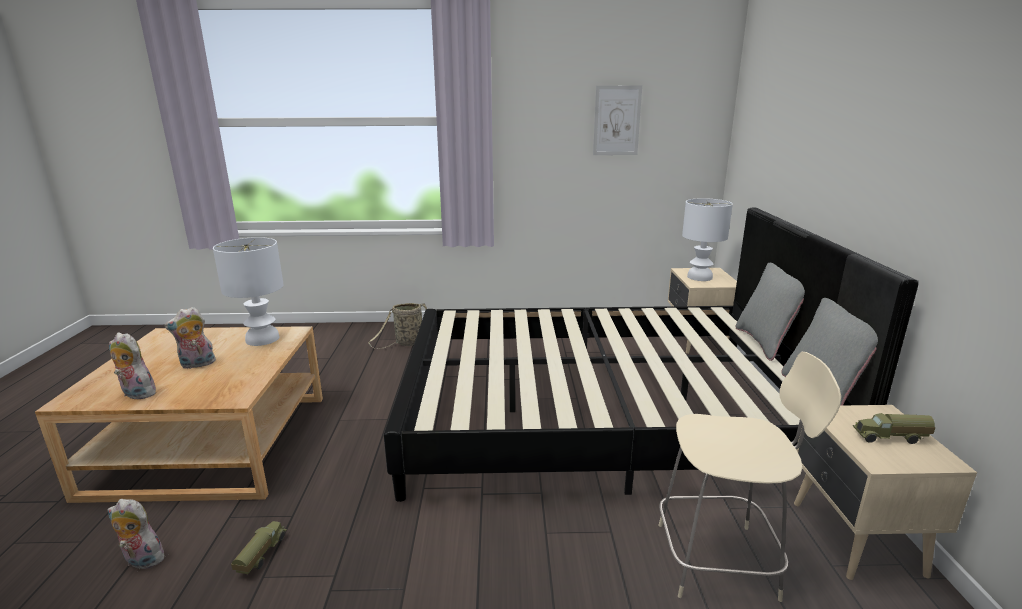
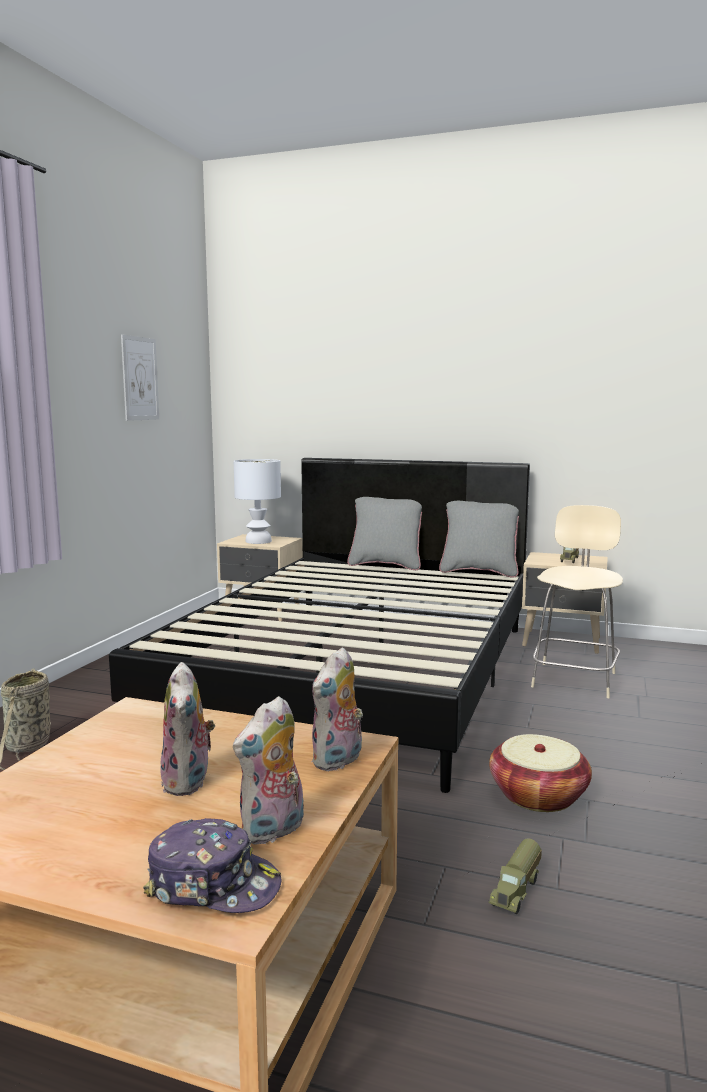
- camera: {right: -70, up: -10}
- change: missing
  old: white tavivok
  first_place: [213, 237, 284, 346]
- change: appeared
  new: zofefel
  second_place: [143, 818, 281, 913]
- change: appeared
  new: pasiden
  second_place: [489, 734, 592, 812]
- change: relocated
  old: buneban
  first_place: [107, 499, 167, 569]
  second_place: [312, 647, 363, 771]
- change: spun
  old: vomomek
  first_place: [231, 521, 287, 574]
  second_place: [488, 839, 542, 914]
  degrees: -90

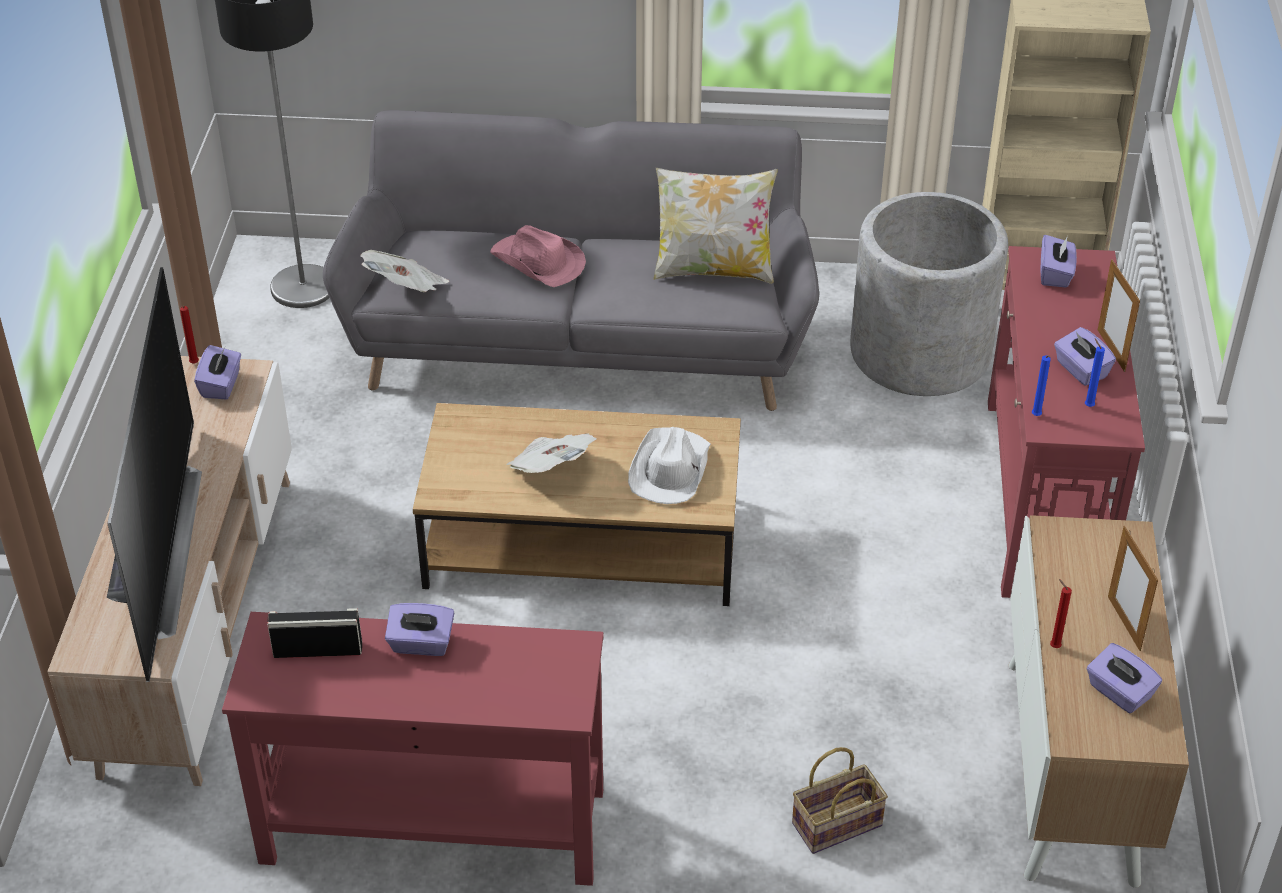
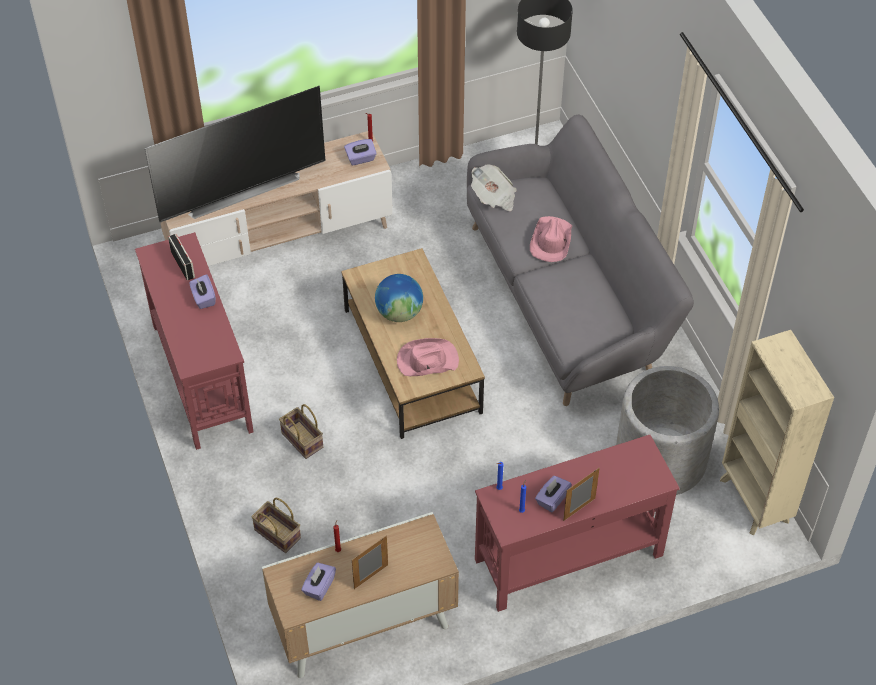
- camera: {right: 65, up: 10}
- change: missing
  old: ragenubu
  first_place: [653, 168, 778, 284]
- change: missing
  old: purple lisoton
  first_place: [1041, 235, 1077, 288]
- change: appeared
  new: pasiden
  second_place: [279, 404, 323, 459]
- change: exchanged
  old: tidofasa
  new: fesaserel
  first_place: [506, 433, 597, 473]
  second_place: [375, 274, 423, 322]
- change: colour
  old: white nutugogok
  new: pink nutugogok
  first_place: [628, 427, 711, 504]
  second_place: [397, 338, 459, 376]

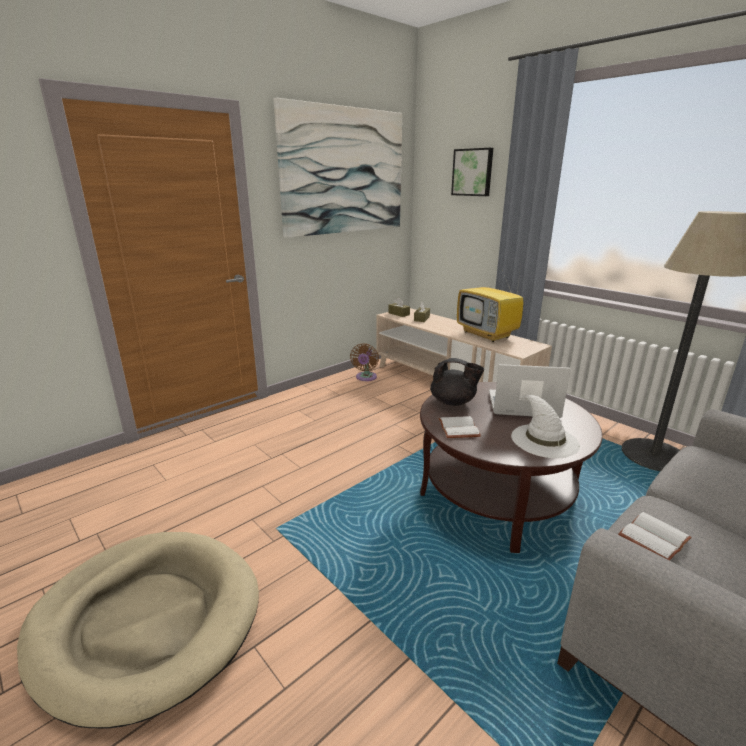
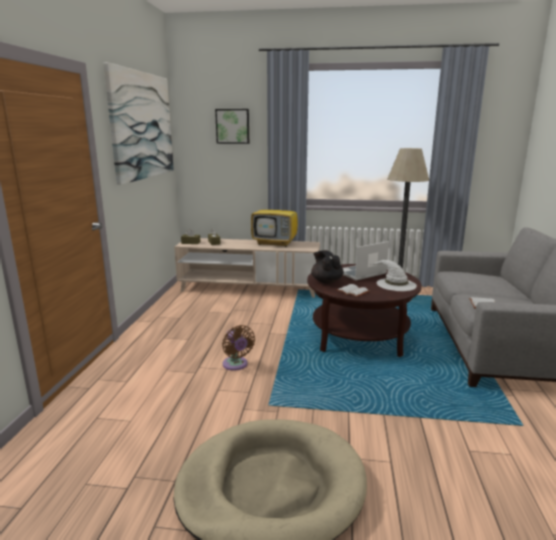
- camera: {right: -40, up: -5}
- change: relocated
  old: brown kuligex
  first_place: [350, 343, 379, 381]
  second_place: [222, 325, 255, 371]
- change: spun
  old: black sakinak
  first_place: [430, 358, 484, 406]
  second_place: [311, 250, 344, 284]
  degrees: -90

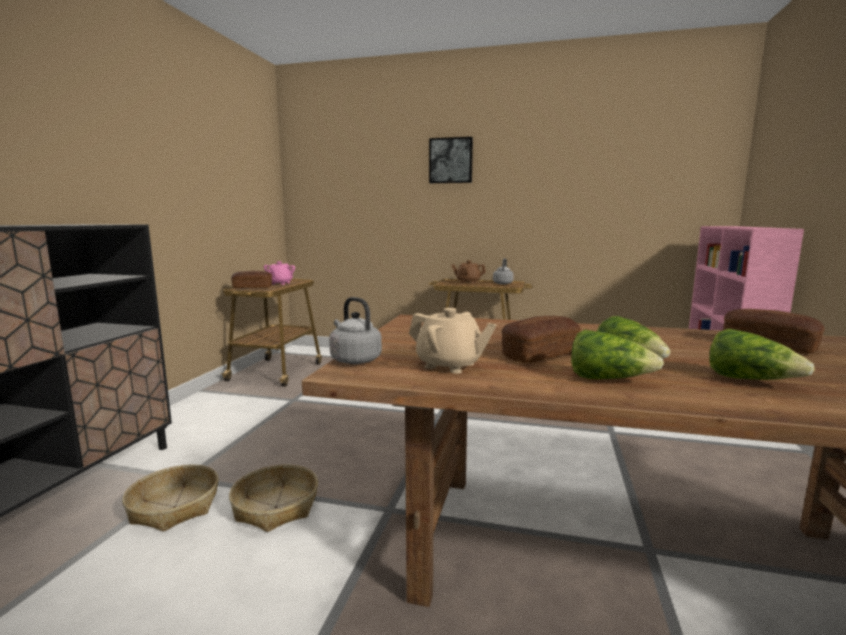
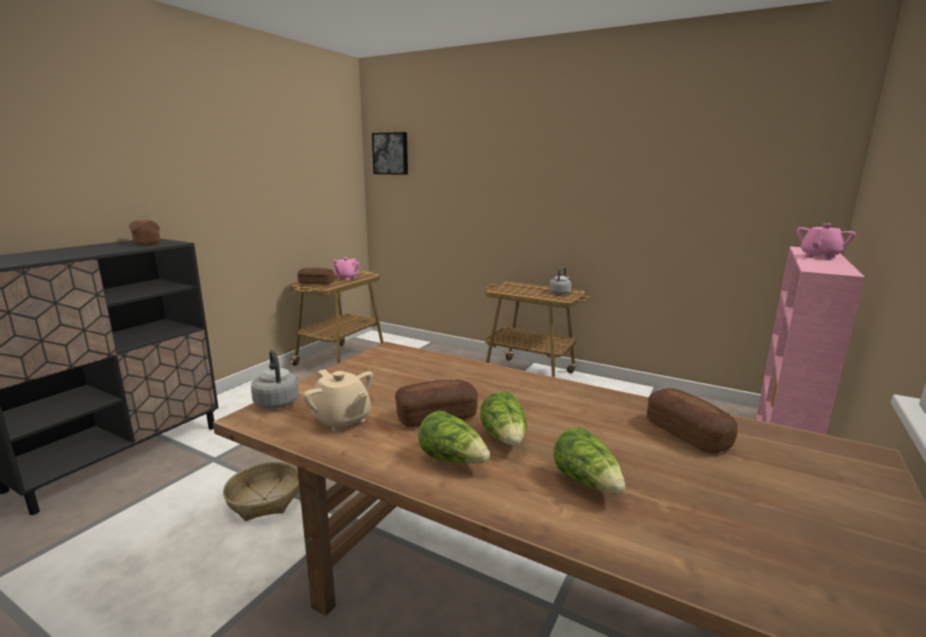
- camera: {right: 15, up: 5}
- change: missing
  old: pasiden
  first_place: [122, 465, 219, 532]
- change: missing
  old: brown sakinak
  first_place: [451, 260, 486, 284]
- change: appeared
  new: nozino
  second_place: [129, 220, 160, 245]
- change: appeared
  new: pink sakinak
  second_place: [797, 223, 856, 259]
- change: relocated
  old: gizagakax
  first_place: [429, 137, 473, 183]
  second_place: [372, 132, 408, 175]

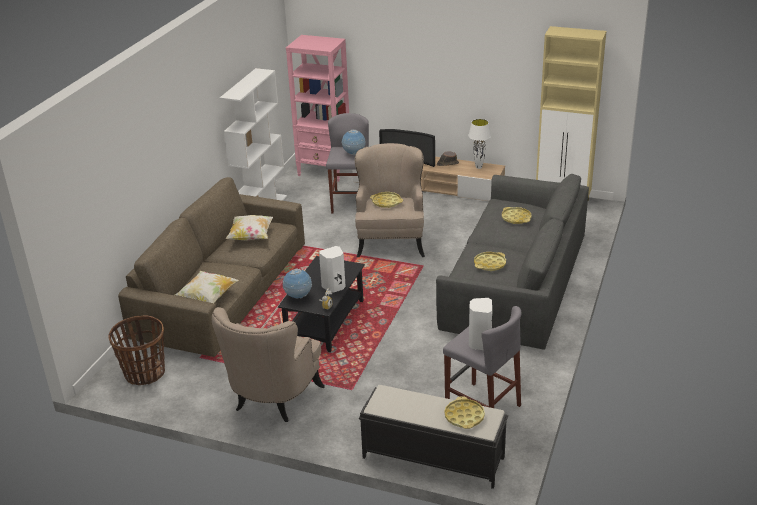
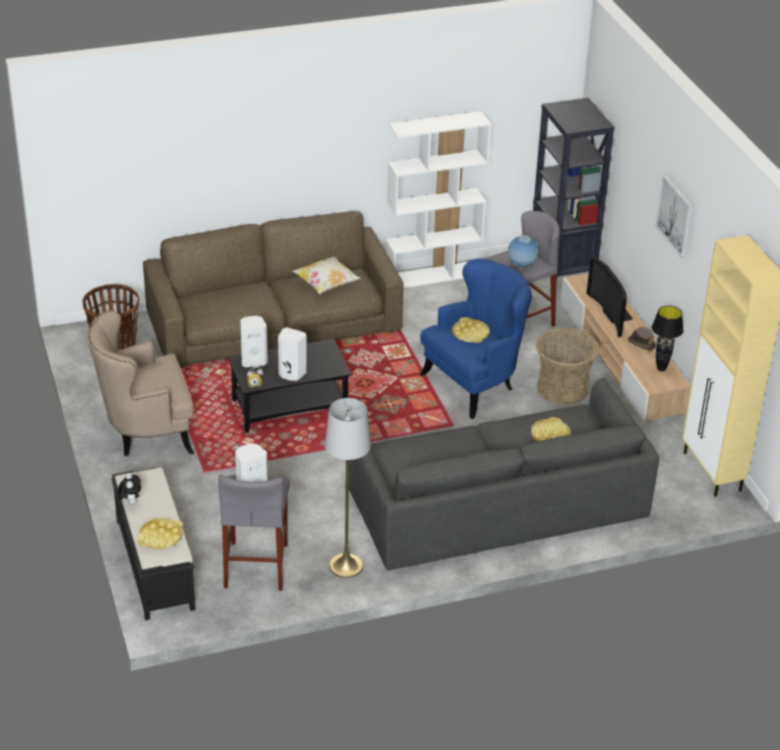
- camera: {right: 50, up: 5}
- change: missing
  old: ragenubu
  first_place: [175, 271, 239, 303]
- change: missing
  old: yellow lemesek
  first_place: [474, 252, 506, 271]
- change: appeared
  new: buneban
  second_place: [117, 473, 141, 505]
- change: appeared
  new: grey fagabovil
  second_place: [325, 398, 371, 578]
- change: appeared
  new: pasiden
  second_place: [536, 328, 599, 404]
- change: appeared
  new: gizagakax
  second_place: [655, 175, 693, 258]
- change: exchanged
  old: fesaserel
  new: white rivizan
  first_place: [283, 268, 312, 299]
  second_place: [241, 316, 268, 368]
- change: colour
  old: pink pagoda
  new: black pagoda
  first_place: [286, 35, 349, 182]
  second_place: [533, 98, 614, 290]
- change: colour
  old: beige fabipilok
  new: blue fabipilok
  first_place: [355, 143, 425, 257]
  second_place: [419, 259, 532, 419]
- change: colour
  old: white tavivok
  new: black tavivok
  first_place: [468, 119, 491, 169]
  second_place: [652, 306, 684, 372]

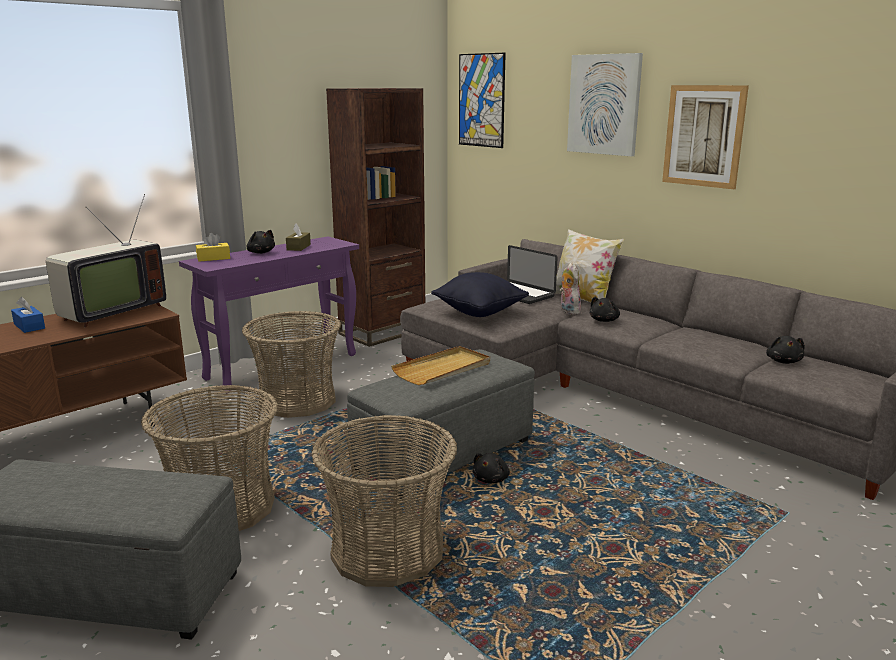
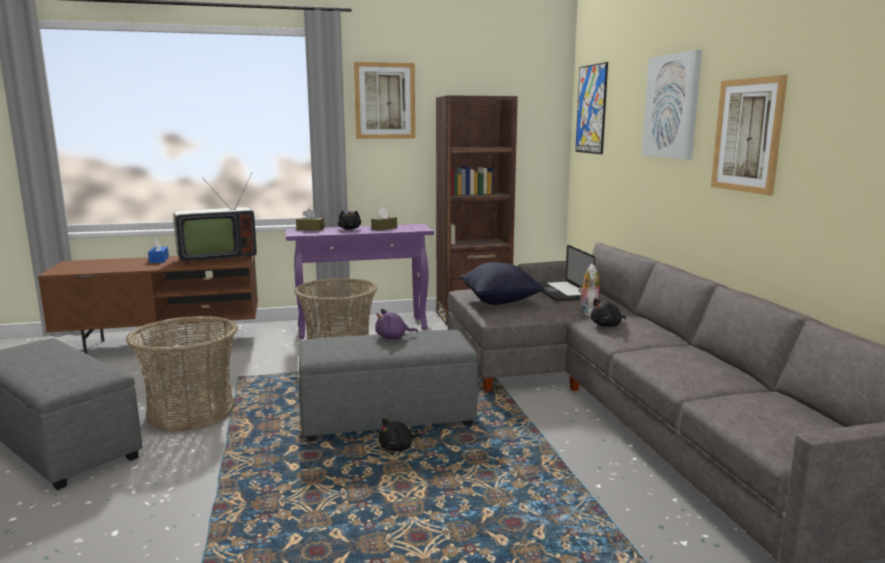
- camera: {right: 30, up: -5}
- change: missing
  old: pasiden
  first_place: [311, 415, 457, 587]
- change: missing
  old: ragenubu
  first_place: [550, 229, 624, 302]
- change: missing
  old: black buneban
  first_place: [766, 336, 805, 364]
- change: appeared
  new: gizagakax
  second_place: [354, 62, 415, 139]
- change: exchanged
  old: beige lemesek
  new: purple buneban
  first_place: [391, 346, 490, 385]
  second_place: [375, 309, 419, 339]
- change: colour
  old: yellow lisoton
  new: brown lisoton
  first_place: [196, 233, 230, 262]
  second_place: [296, 208, 324, 231]

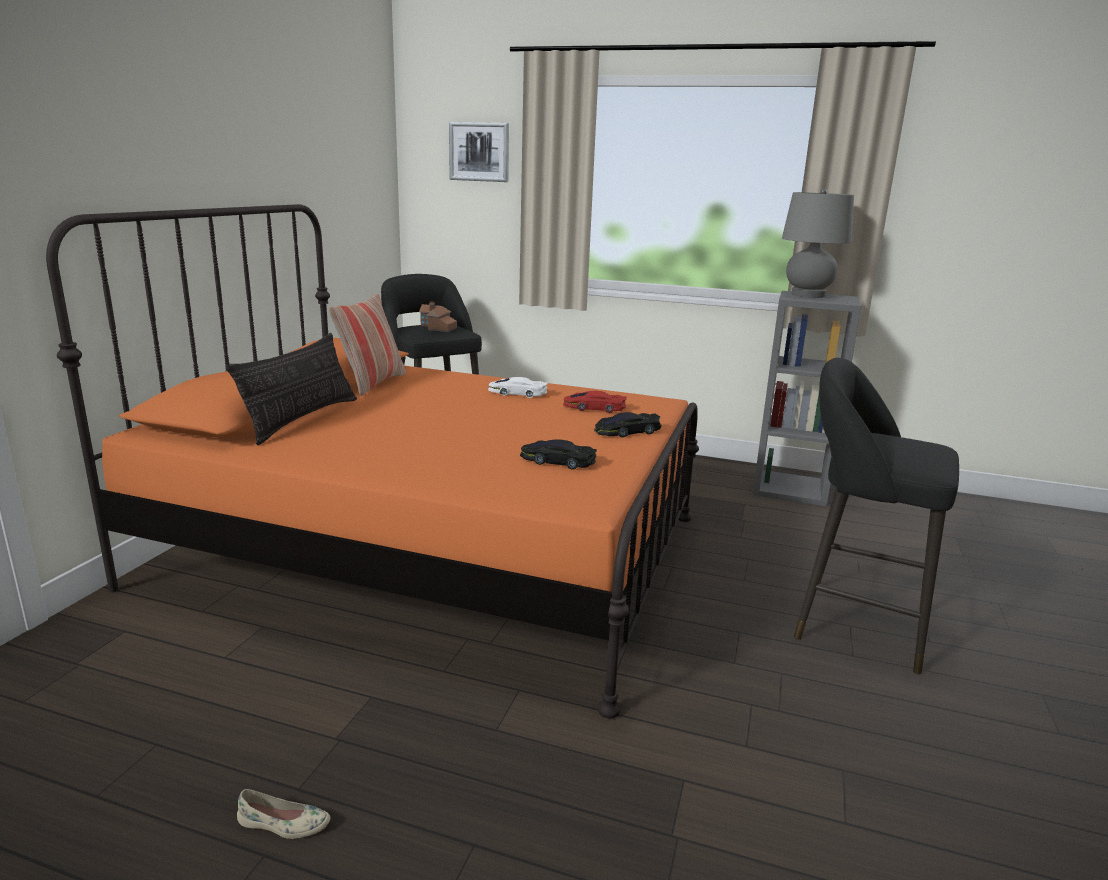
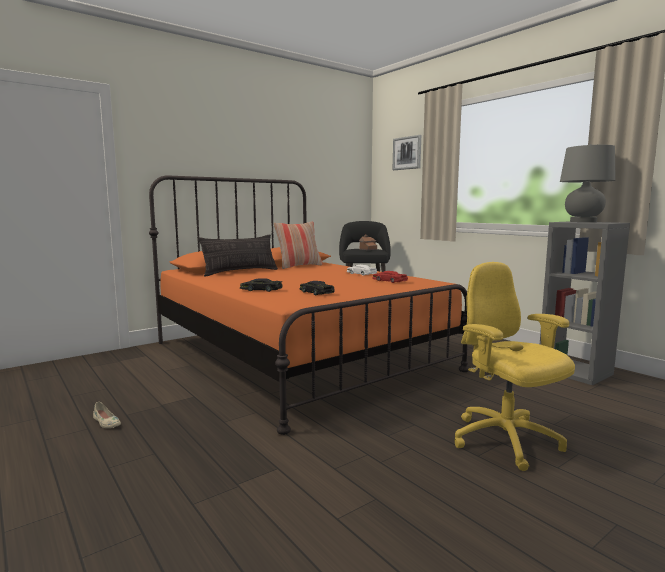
- camera: {right: 35, up: -10}
- change: relocated
  old: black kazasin
  first_place: [594, 412, 662, 438]
  second_place: [240, 278, 283, 292]
- change: exchanged
  old: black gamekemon
  new: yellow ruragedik
  first_place: [794, 358, 959, 674]
  second_place: [454, 262, 575, 471]

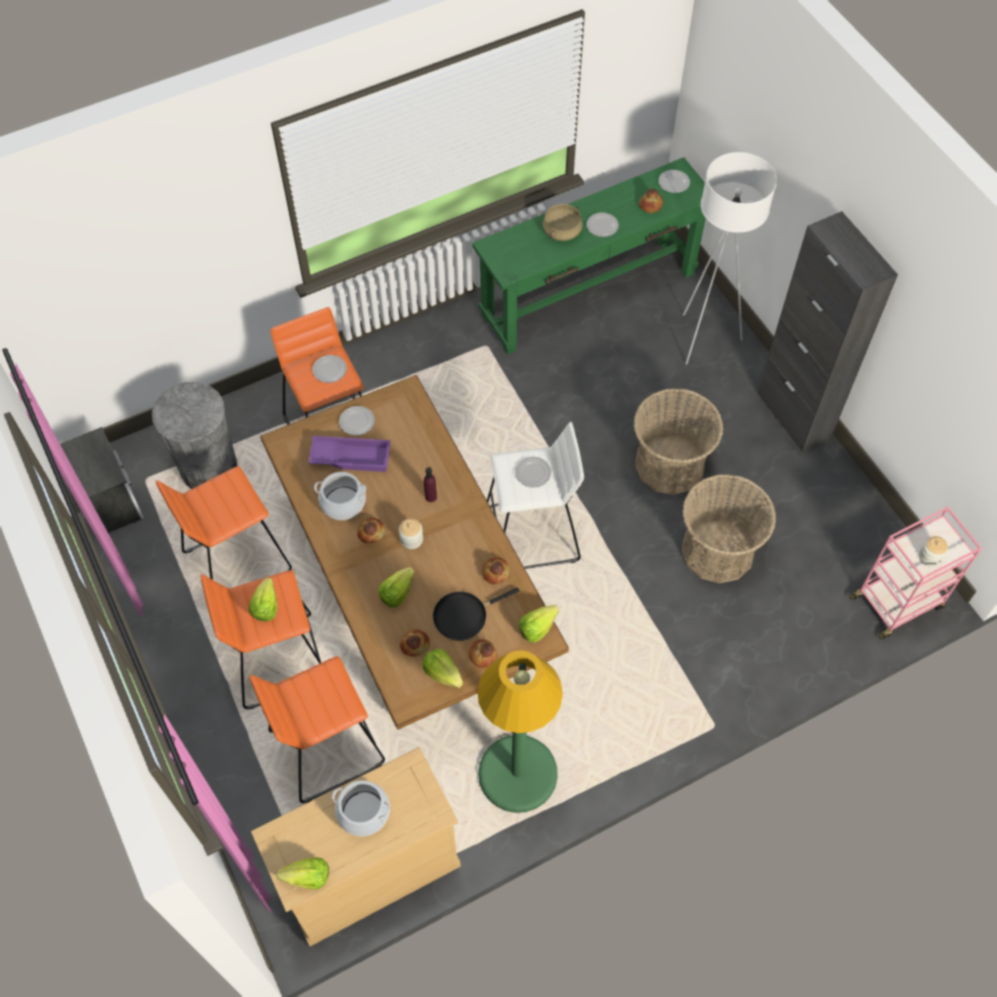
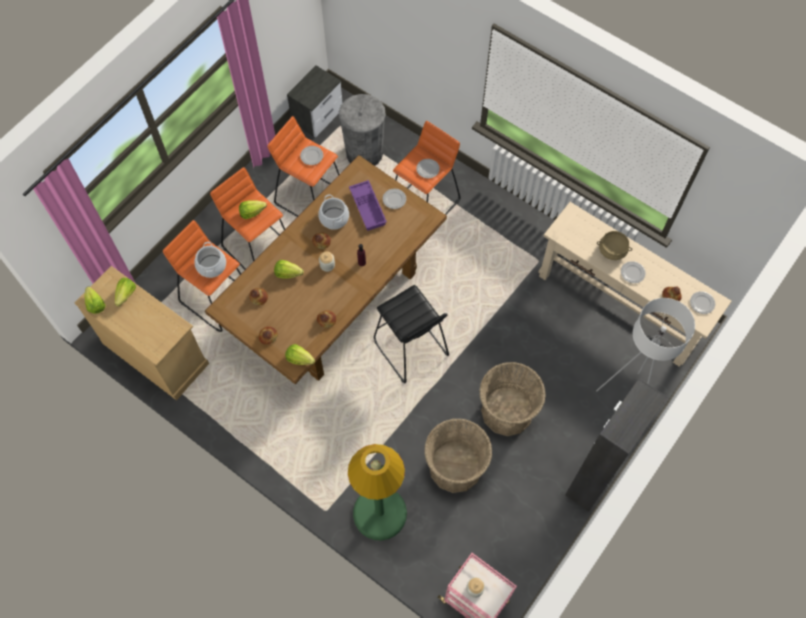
- camera: {right: 65, up: 5}
- change: missing
  old: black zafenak
  first_place: [433, 587, 520, 641]
- change: relocated
  old: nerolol
  first_place: [332, 780, 390, 836]
  second_place: [194, 242, 226, 278]
- change: relocated
  old: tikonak
  first_place: [423, 649, 463, 688]
  second_place: [115, 278, 136, 307]
- change: relocated
  old: green fagabovil
  first_place: [477, 650, 563, 813]
  second_place: [348, 444, 407, 540]
- change: relocated
  old: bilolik
  first_place: [515, 457, 551, 488]
  second_place: [300, 146, 323, 165]
- change: colour
  old: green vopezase
  new: beige vopezase
  first_place: [472, 157, 706, 355]
  second_place: [539, 202, 732, 367]
- change: colour
  old: white gamekemon
  new: black gamekemon
  first_place: [487, 422, 584, 569]
  second_place: [374, 285, 449, 383]

